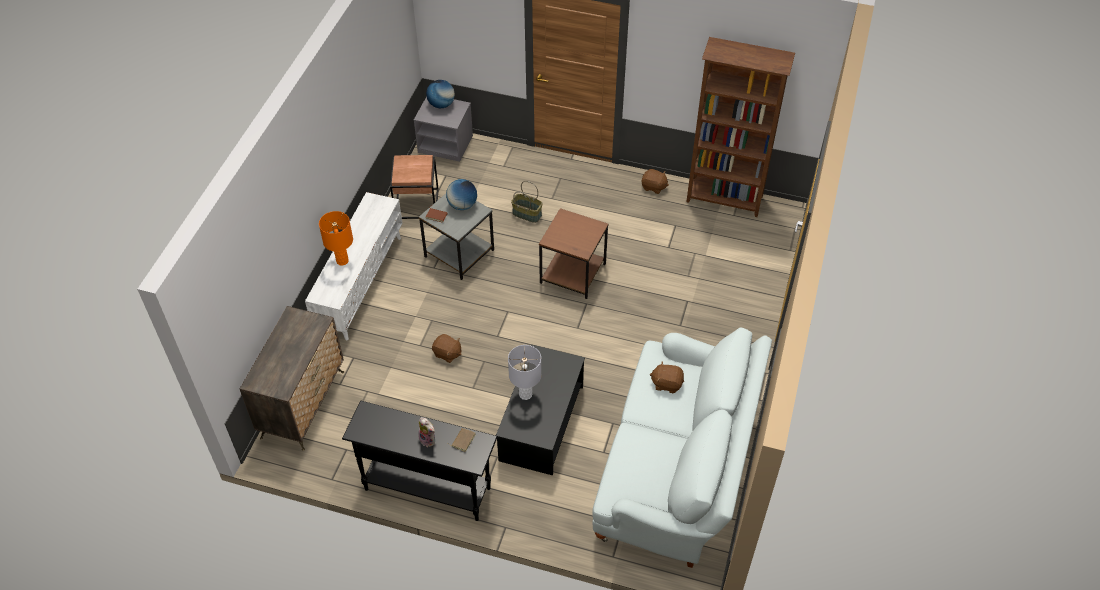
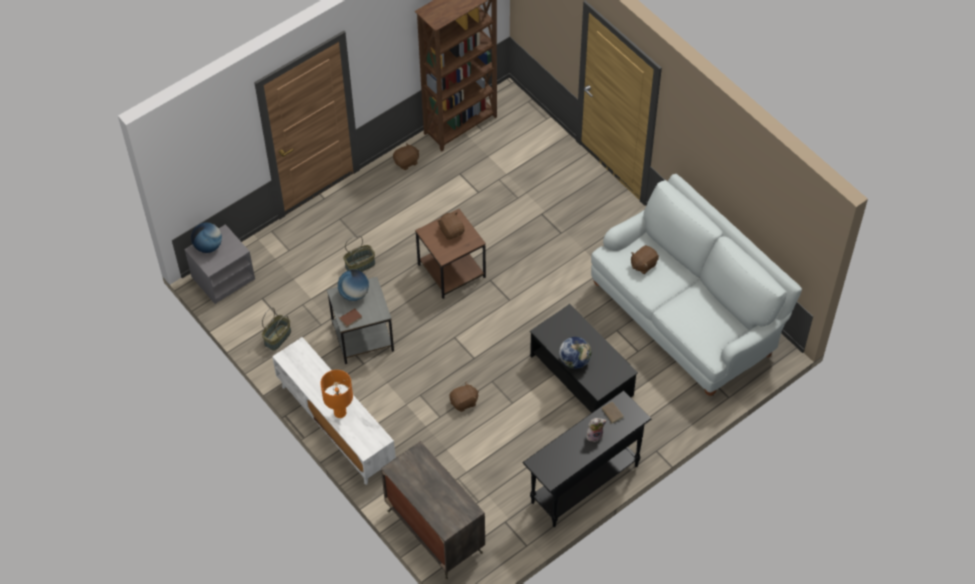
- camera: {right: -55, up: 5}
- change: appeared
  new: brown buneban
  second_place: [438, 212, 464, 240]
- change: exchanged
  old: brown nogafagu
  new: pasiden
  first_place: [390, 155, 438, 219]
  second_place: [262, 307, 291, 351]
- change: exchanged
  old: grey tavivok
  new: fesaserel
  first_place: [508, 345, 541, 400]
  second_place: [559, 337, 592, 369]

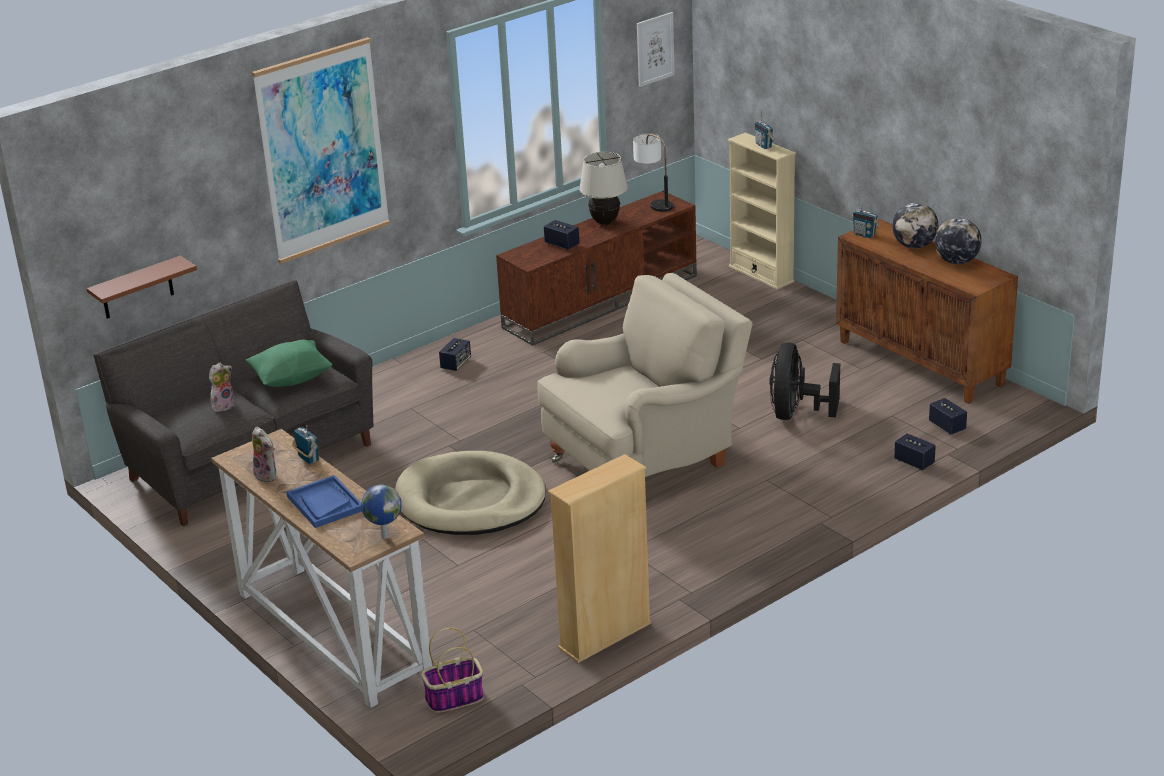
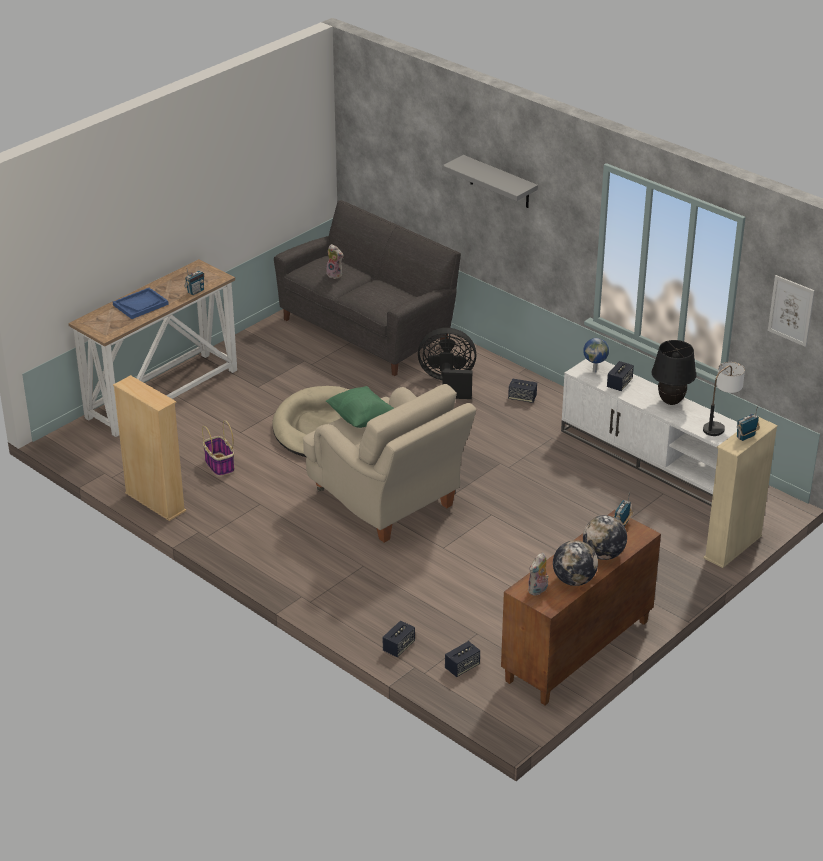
- camera: {right: 80, up: 5}
- change: missing
  old: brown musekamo
  first_place: [87, 255, 197, 319]
- change: relocated
  old: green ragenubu
  first_place: [246, 340, 333, 387]
  second_place: [326, 386, 394, 428]
- change: relocated
  old: buneban
  first_place: [252, 427, 276, 483]
  second_place: [528, 553, 549, 596]
- change: relocated
  old: fesaserel
  first_place: [361, 485, 402, 539]
  second_place: [583, 338, 609, 373]
- change: relocated
  old: pasiden
  first_place: [421, 628, 484, 713]
  second_place: [202, 420, 235, 476]
- change: relocated
  old: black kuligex
  first_place: [769, 342, 840, 420]
  second_place: [418, 328, 477, 399]
- change: exchanged
  old: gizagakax
  new: grey musekamo
  first_place: [252, 37, 390, 264]
  second_place: [442, 155, 538, 208]
- change: colour
  old: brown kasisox
  new: white kasisox
  first_place: [496, 191, 697, 346]
  second_place: [561, 359, 737, 506]
- change: colour
  old: beige tavivok
  new: black tavivok
  first_place: [579, 152, 628, 225]
  second_place: [652, 340, 697, 405]

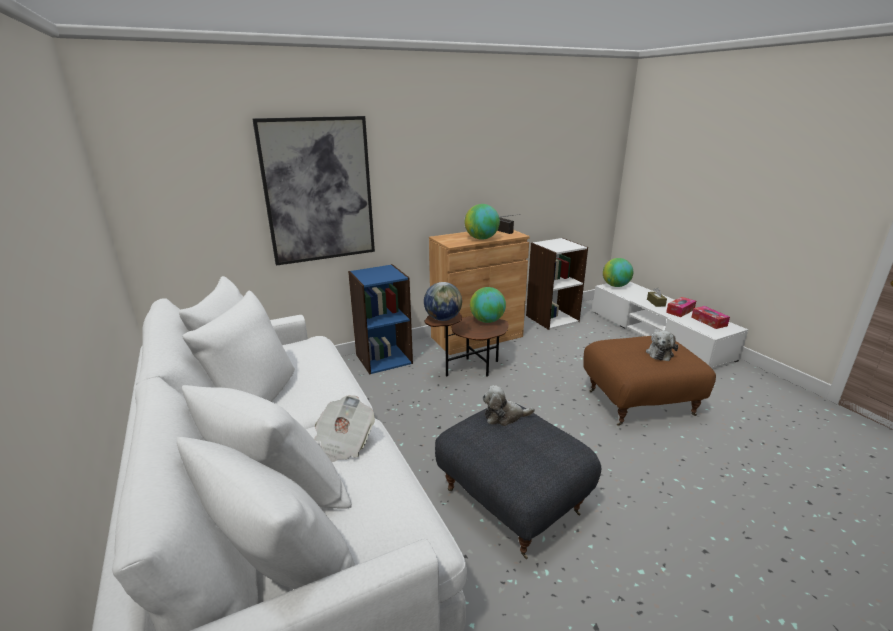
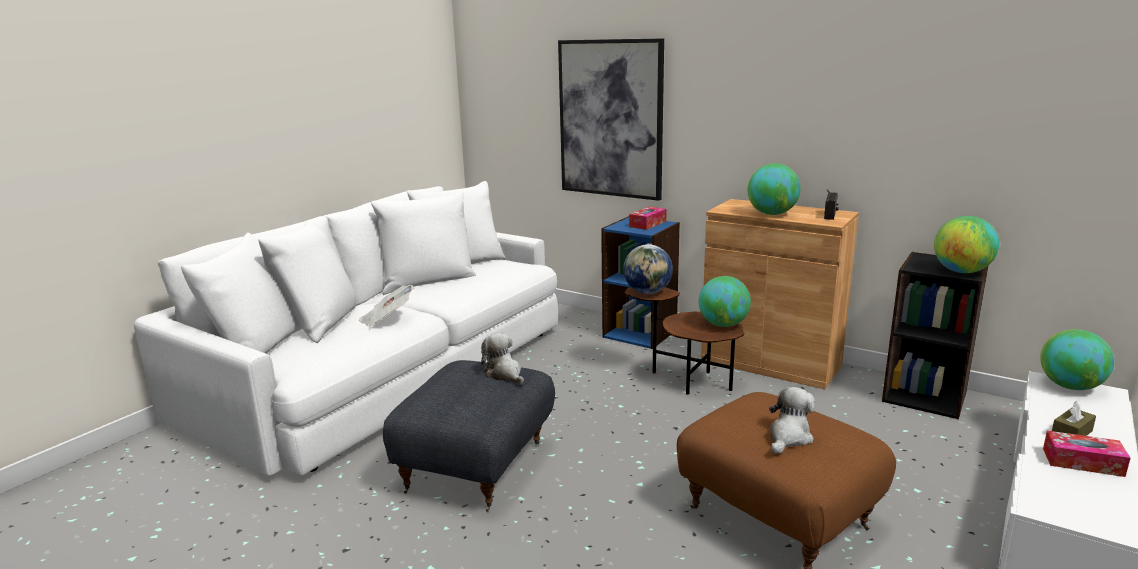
- camera: {right: 60, up: -5}
- change: appeared
  new: fesaserel
  second_place: [934, 216, 999, 273]
- change: relocated
  old: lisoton
  first_place: [691, 306, 730, 329]
  second_place: [629, 207, 667, 230]
- change: colour
  old: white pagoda
  new: black pagoda
  first_place: [526, 238, 588, 330]
  second_place: [882, 252, 989, 420]
- change: spun
  old: buneban
  first_place: [646, 330, 678, 361]
  second_place: [769, 387, 815, 454]
  degrees: 135

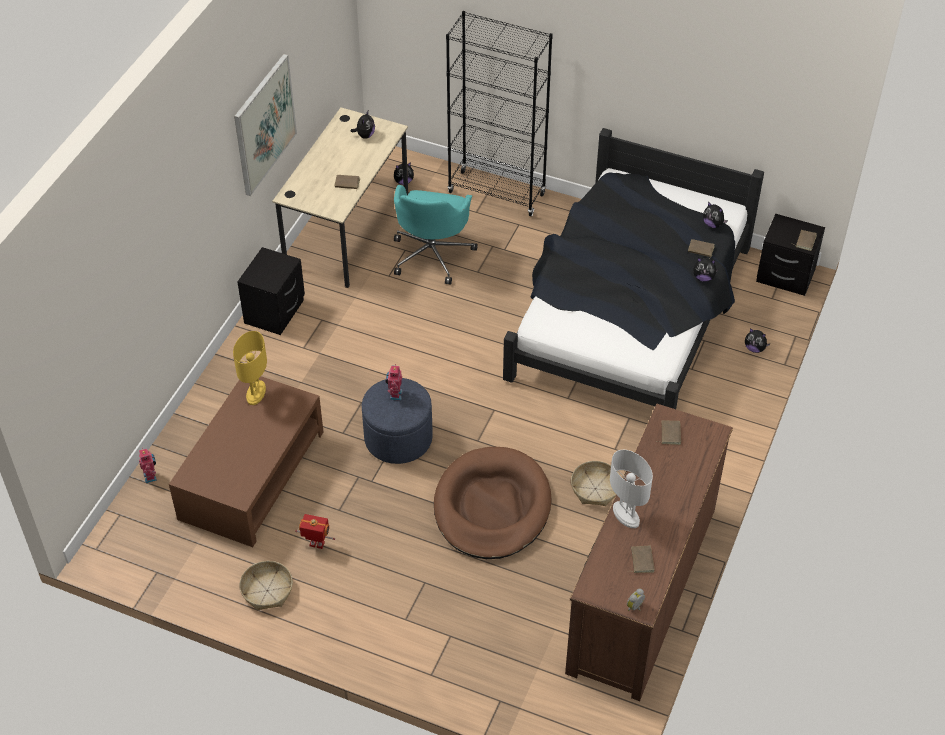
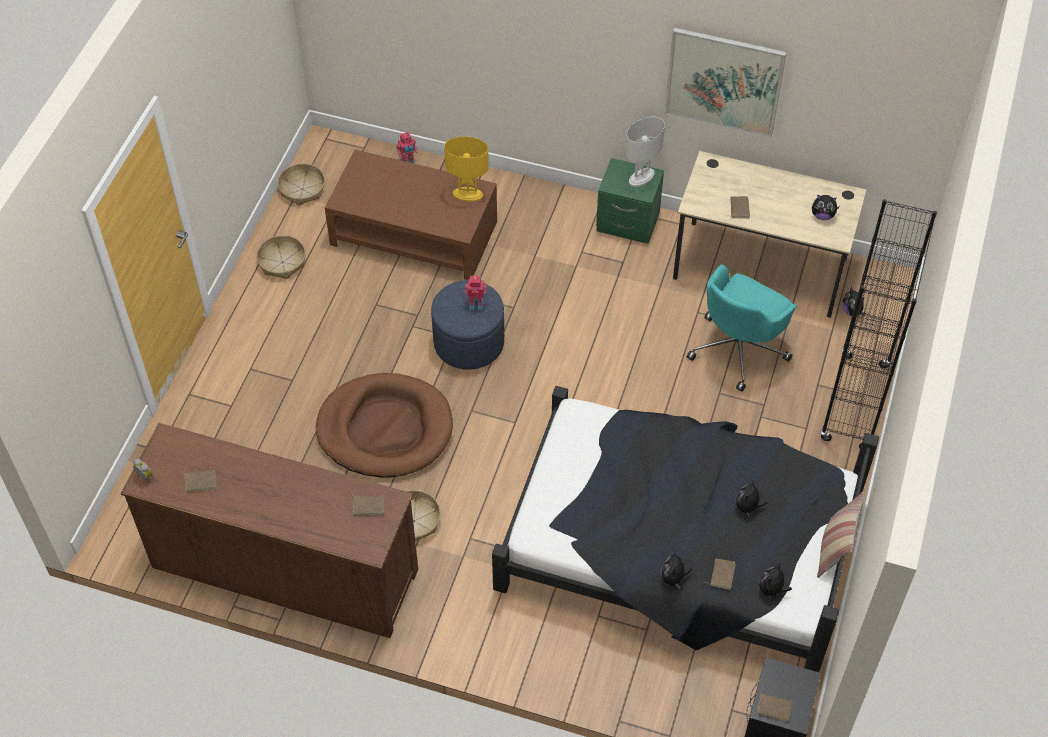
- camera: {right: 85, up: 5}
- change: missing
  old: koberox
  first_place: [295, 514, 335, 549]
- change: appeared
  new: pasiden
  second_place: [277, 163, 325, 206]
- change: appeared
  new: ragenubu
  second_place: [817, 491, 864, 578]
- change: relocated
  old: white tavivok
  first_place: [610, 450, 653, 528]
  second_place: [625, 117, 665, 187]
- change: relocated
  old: buneban
  first_place: [745, 328, 770, 353]
  second_place: [736, 481, 767, 517]
- change: colour
  old: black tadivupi
  new: green tadivupi
  first_place: [237, 247, 305, 335]
  second_place: [596, 158, 664, 244]
- change: spun
  old: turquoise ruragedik
  first_place: [394, 185, 478, 285]
  second_place: [687, 264, 797, 392]
  degrees: -60

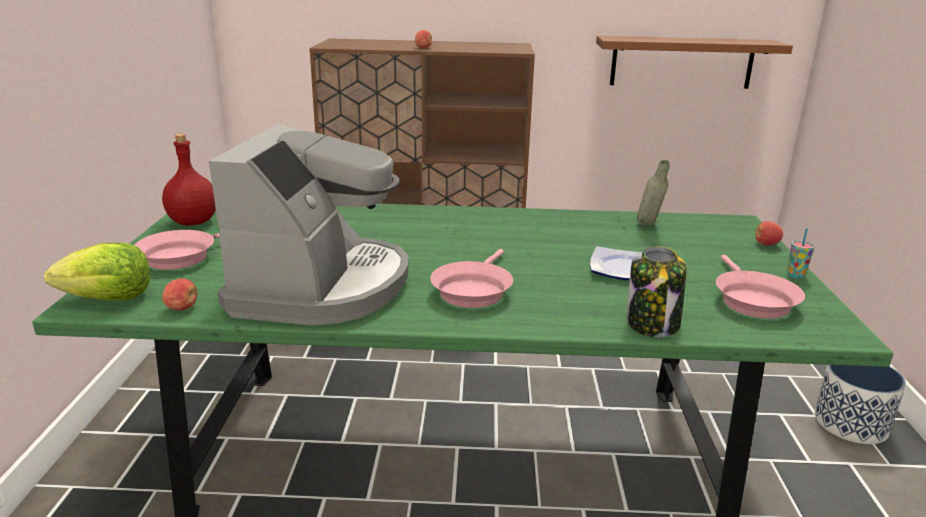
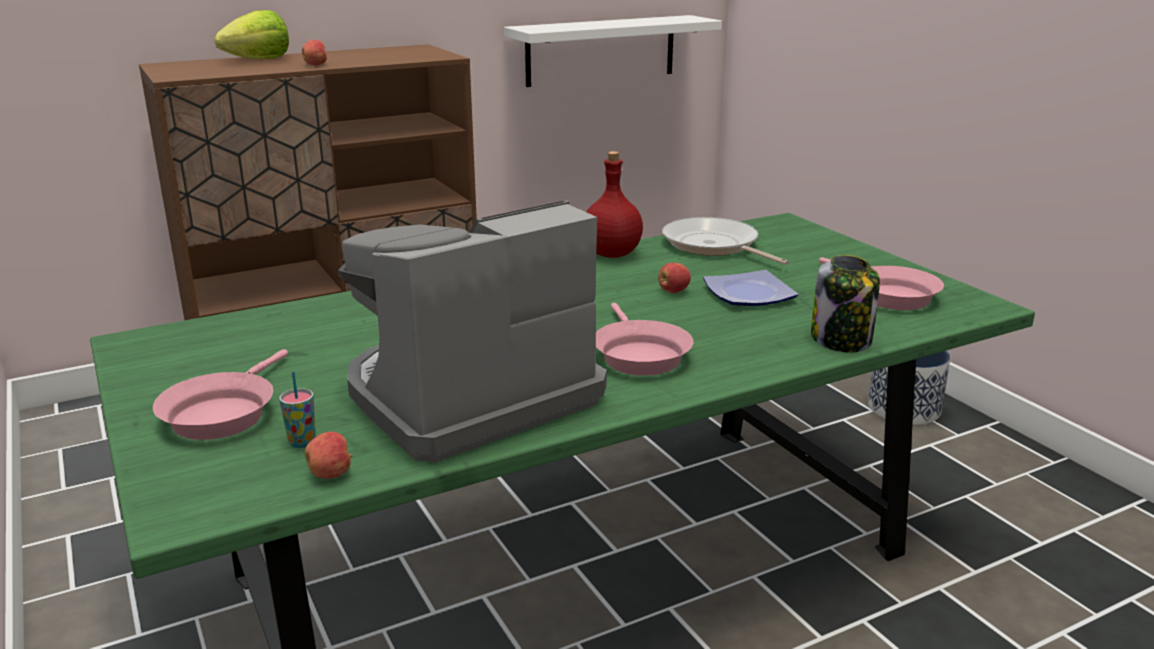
- camera: {right: -30, up: 0}
- change: relocated
  old: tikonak
  first_place: [44, 243, 151, 300]
  second_place: [214, 10, 289, 59]
- change: relocated
  old: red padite
  first_place: [162, 134, 216, 225]
  second_place: [587, 151, 643, 258]
- change: relocated
  old: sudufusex
  first_place: [755, 221, 783, 246]
  second_place: [658, 263, 691, 293]
- change: relocated
  old: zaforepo
  first_place: [787, 228, 815, 279]
  second_place: [279, 371, 316, 448]
- change: exchanged
  old: grey padite
  new: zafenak
  first_place: [637, 160, 670, 226]
  second_place: [662, 217, 789, 265]
- change: colour
  old: brown musekamo
  new: white musekamo
  first_place: [596, 36, 793, 89]
  second_place: [504, 15, 722, 87]
- change: spun
  old: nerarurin
  first_place: [209, 124, 408, 326]
  second_place: [338, 200, 607, 462]
  degrees: -105

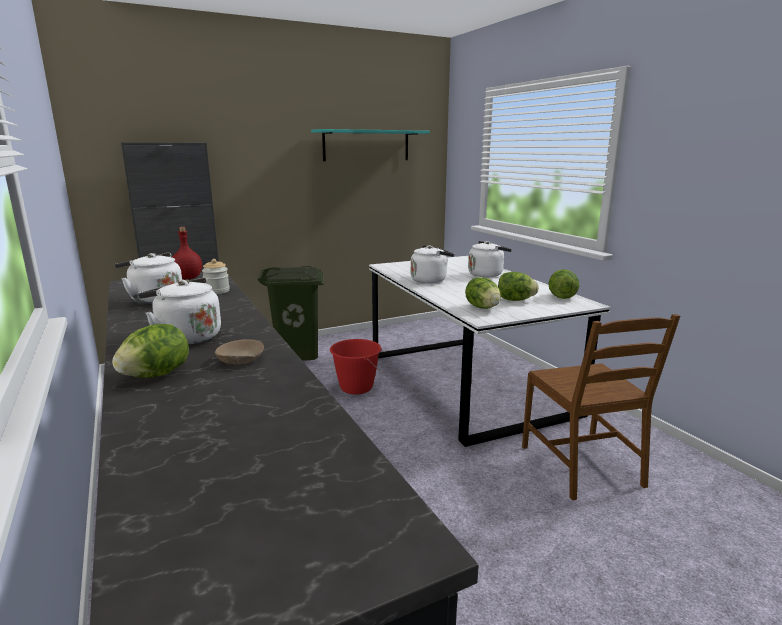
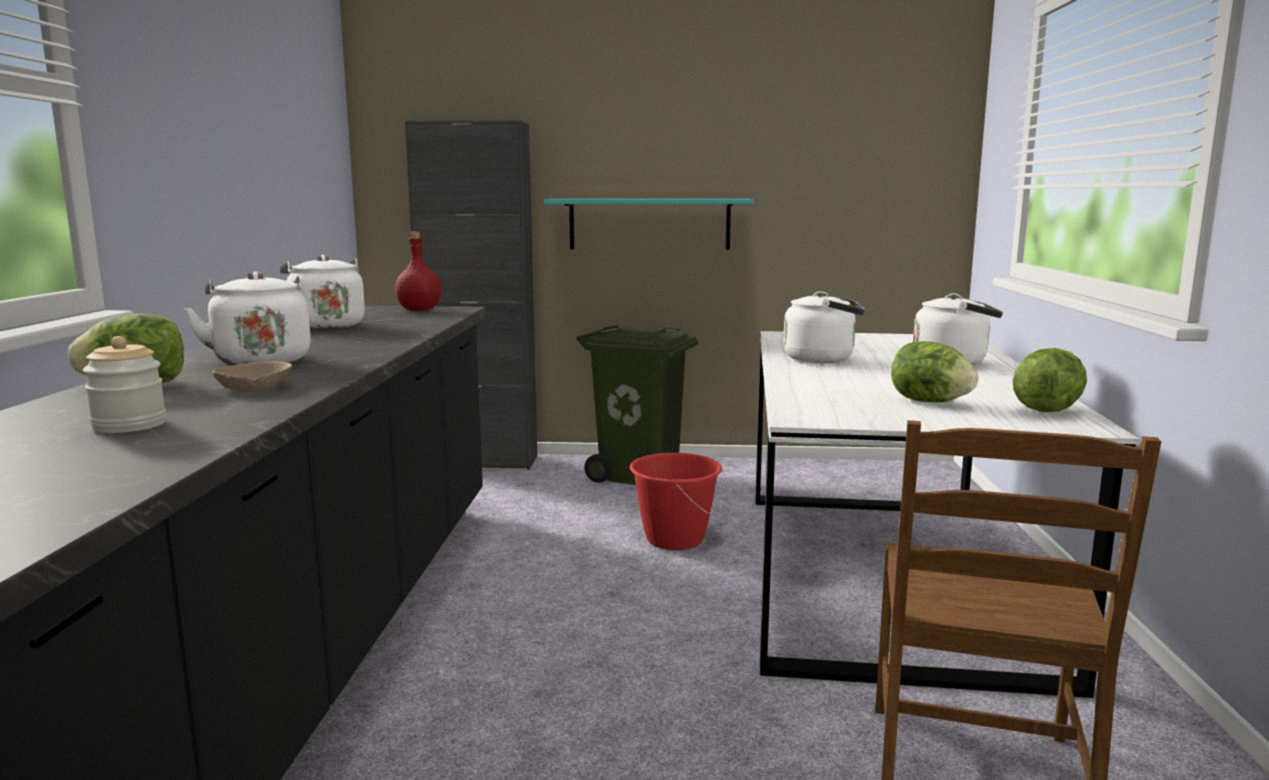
- camera: {right: 30, up: -5}
- change: missing
  old: tikonak
  first_place: [465, 277, 501, 309]
- change: relocated
  old: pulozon
  first_place: [202, 259, 230, 294]
  second_place: [83, 336, 166, 433]
- change: relocated
  old: turquoise musekamo
  first_place: [311, 129, 430, 161]
  second_place: [544, 199, 753, 250]

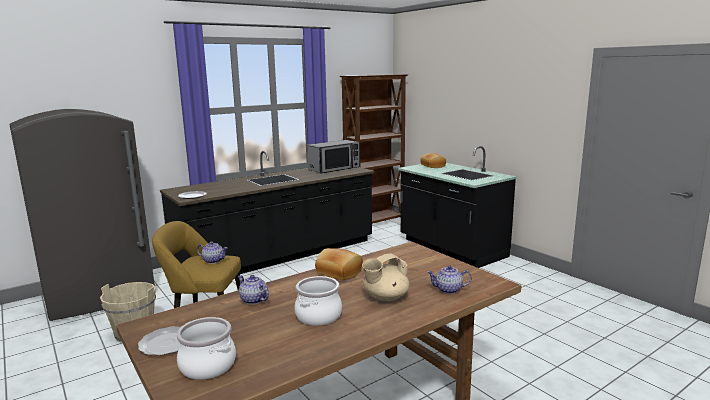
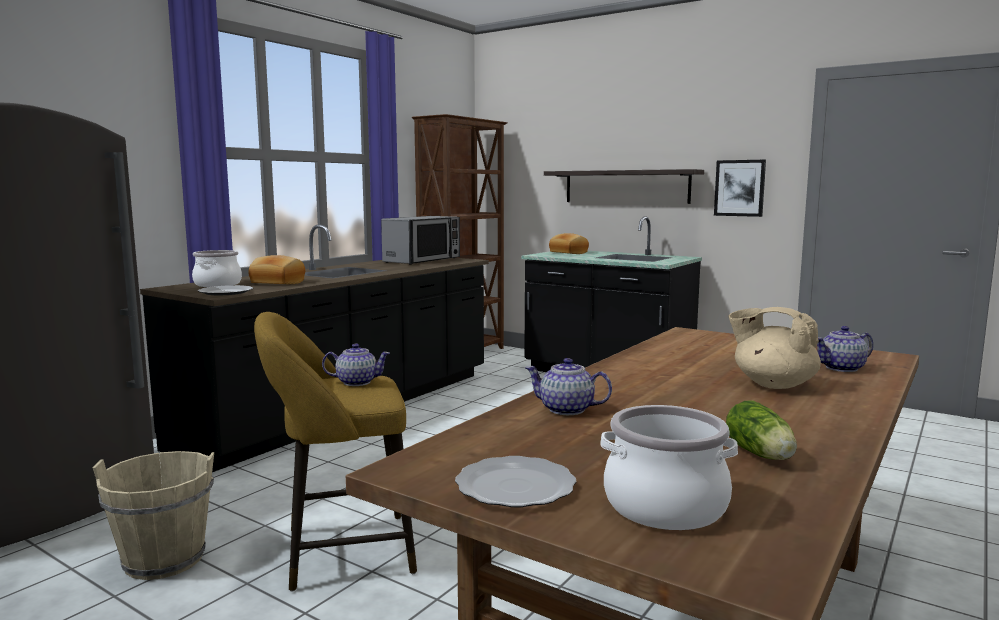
- camera: {right: -20, up: -5}
- change: appeared
  new: musekamo
  second_place: [544, 169, 704, 204]
- change: appeared
  new: gizagakax
  second_place: [714, 160, 766, 217]
- change: appeared
  new: tikonak
  second_place: [726, 400, 797, 460]
- change: relocated
  old: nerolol
  first_place: [294, 276, 342, 326]
  second_place: [192, 250, 242, 287]
- change: relocated
  old: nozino
  first_place: [315, 248, 363, 280]
  second_place: [248, 255, 305, 284]
- change: spun
  old: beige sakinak
  first_place: [362, 253, 409, 301]
  second_place: [728, 307, 821, 389]
  degrees: 90

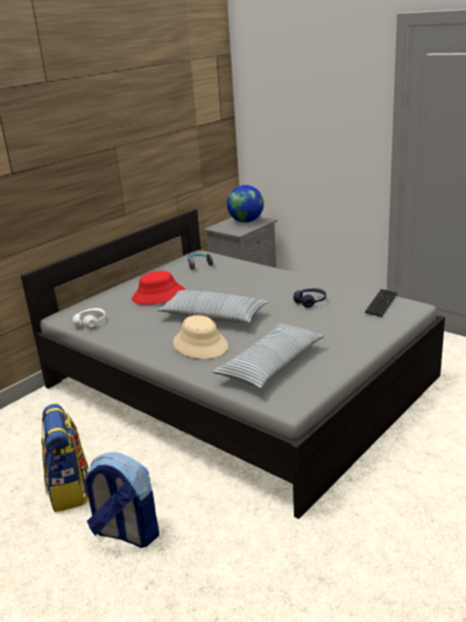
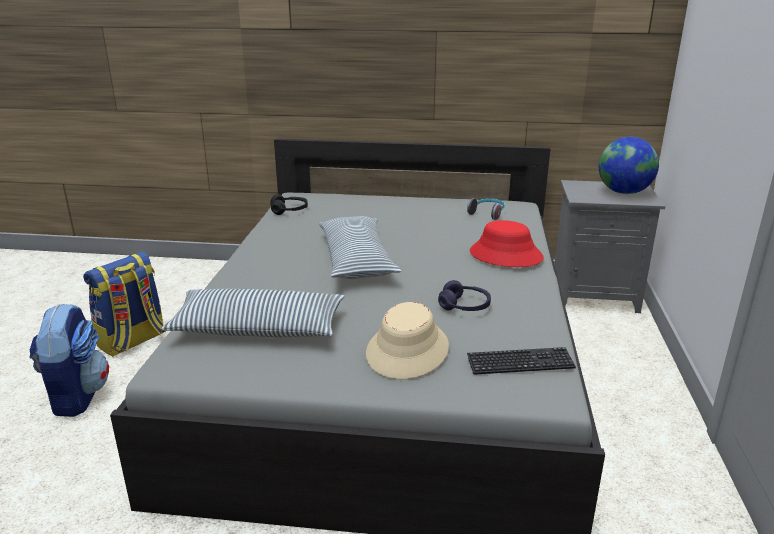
- camera: {right: 55, up: 0}
- change: relocated
  old: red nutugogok
  first_place: [132, 271, 185, 305]
  second_place: [470, 220, 544, 267]
- change: relocated
  old: beige nutugogok
  first_place: [173, 315, 228, 359]
  second_place: [366, 302, 449, 379]
- change: colour
  old: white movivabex
  new: black movivabex
  first_place: [73, 308, 106, 329]
  second_place: [270, 194, 308, 215]

